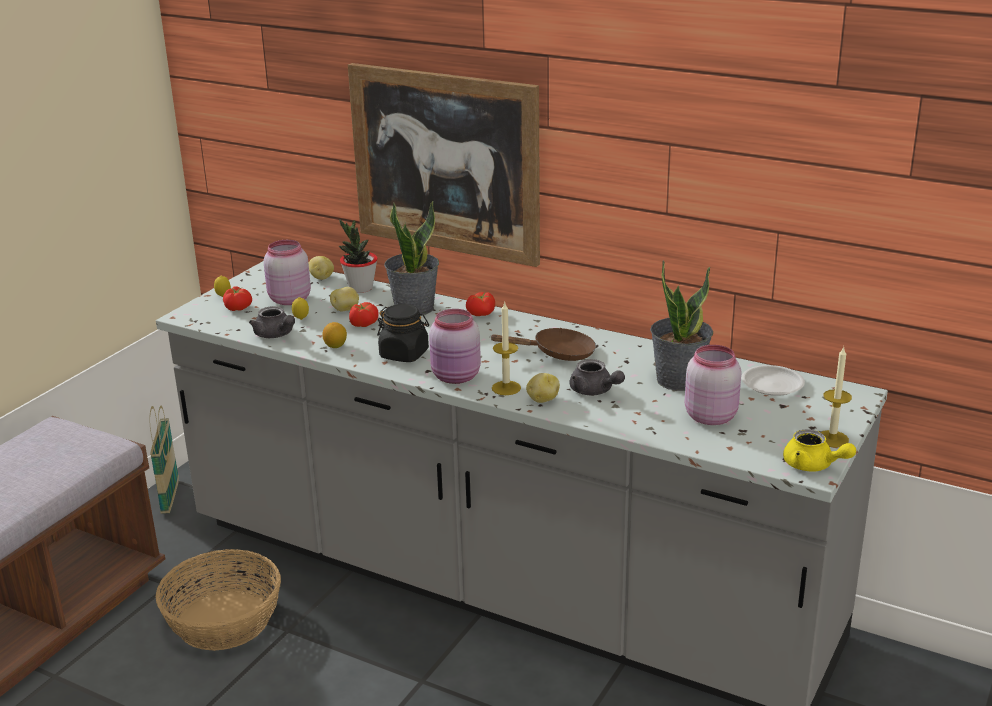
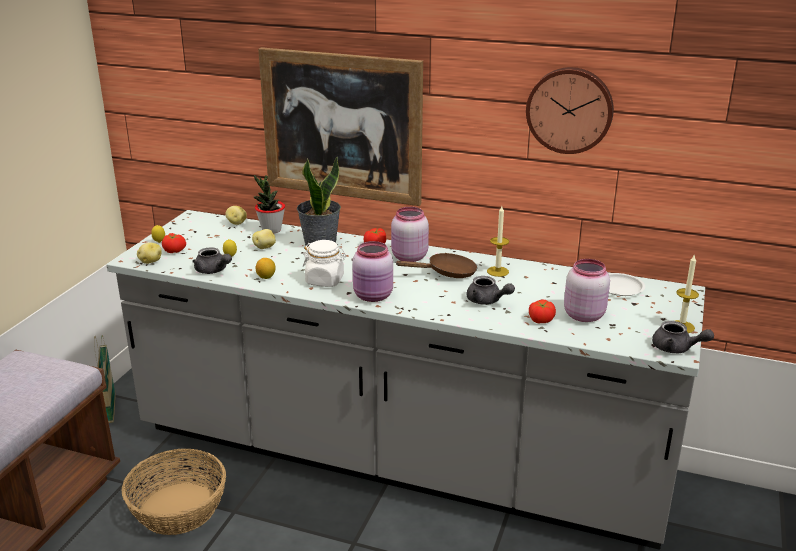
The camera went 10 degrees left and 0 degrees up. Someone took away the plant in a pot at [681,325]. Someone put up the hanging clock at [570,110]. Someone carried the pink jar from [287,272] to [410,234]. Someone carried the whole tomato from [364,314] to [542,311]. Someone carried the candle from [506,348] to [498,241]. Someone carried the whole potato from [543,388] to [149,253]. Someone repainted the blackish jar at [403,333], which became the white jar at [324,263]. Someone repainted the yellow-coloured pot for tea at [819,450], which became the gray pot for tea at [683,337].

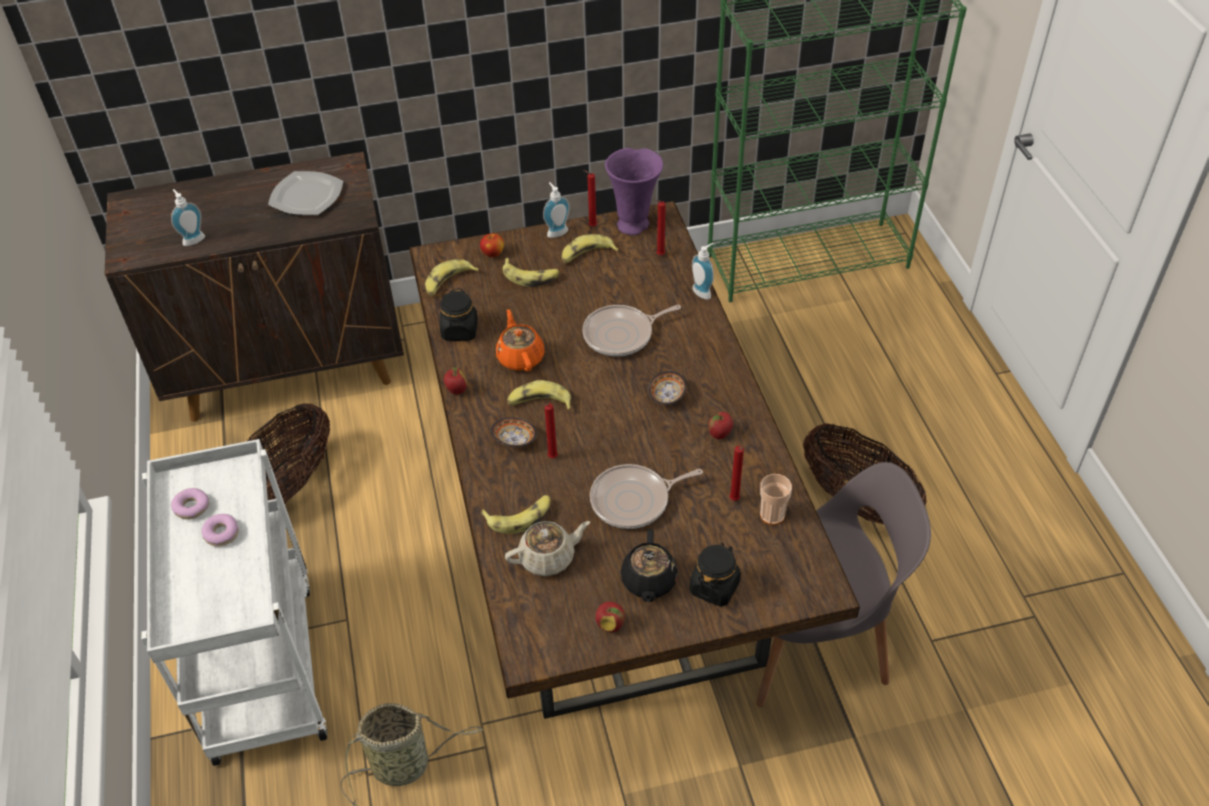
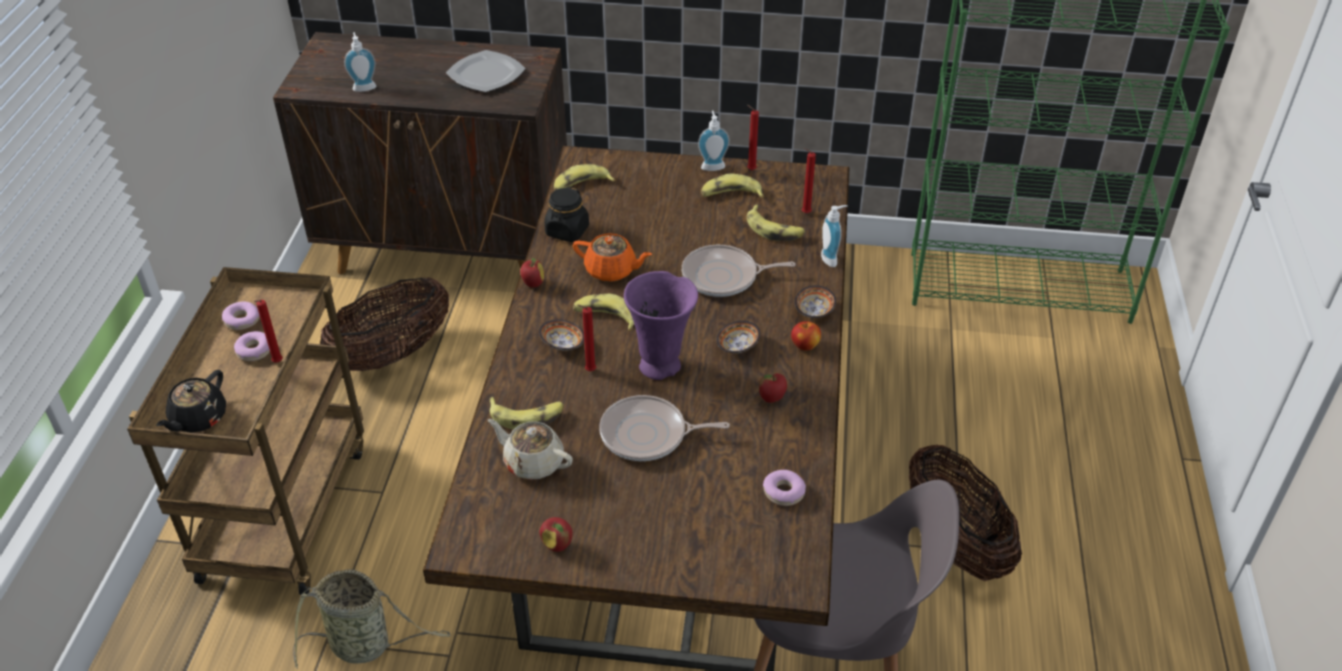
The camera went 20 degrees right and 5 degrees down. Someone took away the blackish jar at [715,575]. Someone put down the serving bowl at [815,301]. Someone carried the apple fruit from [492,245] to [806,336]. Someone carried the banana fruit from [531,272] to [776,223]. Someone carried the purple vase from [634,191] to [661,325]. Someone carried the blackish pot for tea from [649,565] to [191,401]. Someone carried the reddish candle from [736,473] to [268,331]. Someone swapped the cup at [776,499] for the ring doughnut at [784,488]. Someone repainted the white cart at [234,602], which became the brownish cart at [245,431]. Someone rotated the orange pot for tea at [520,340] by 105 degrees clockwise. Someone rotated the beige-coloured pot for tea at [547,548] by 150 degrees counterclockwise.

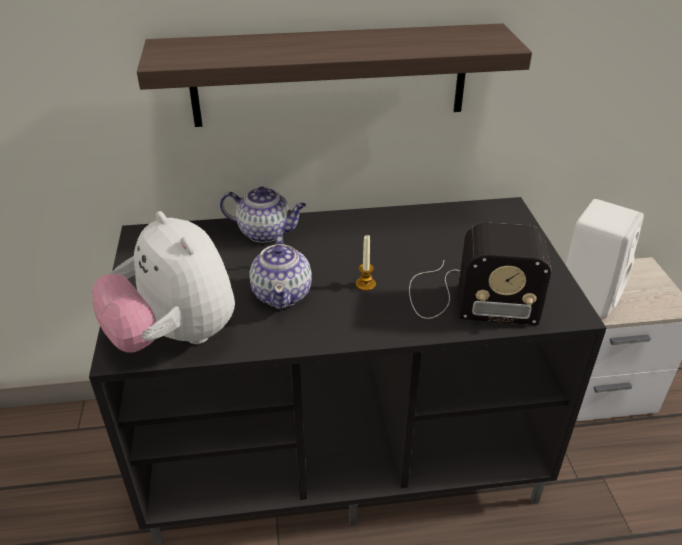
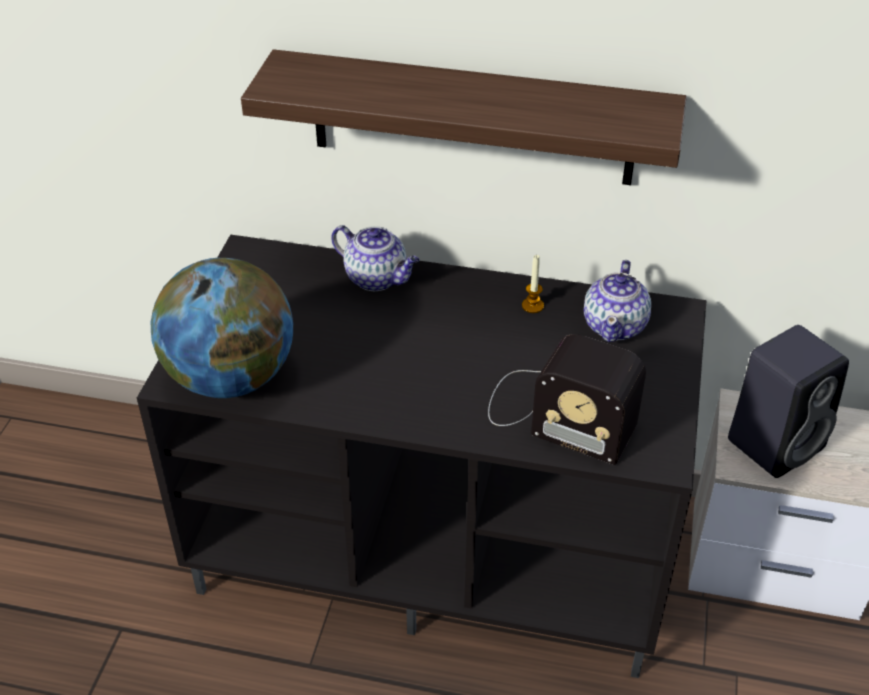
The camera went 20 degrees right and 5 degrees up. Someone carried the pot for tea from [280,271] to [617,301]. Someone carried the candle from [366,263] to [533,284]. Someone swapped the plush toy at [163,282] for the world globe at [222,328]. Someone repainted the white speaker at [605,258], which became the blackish speaker at [788,401].

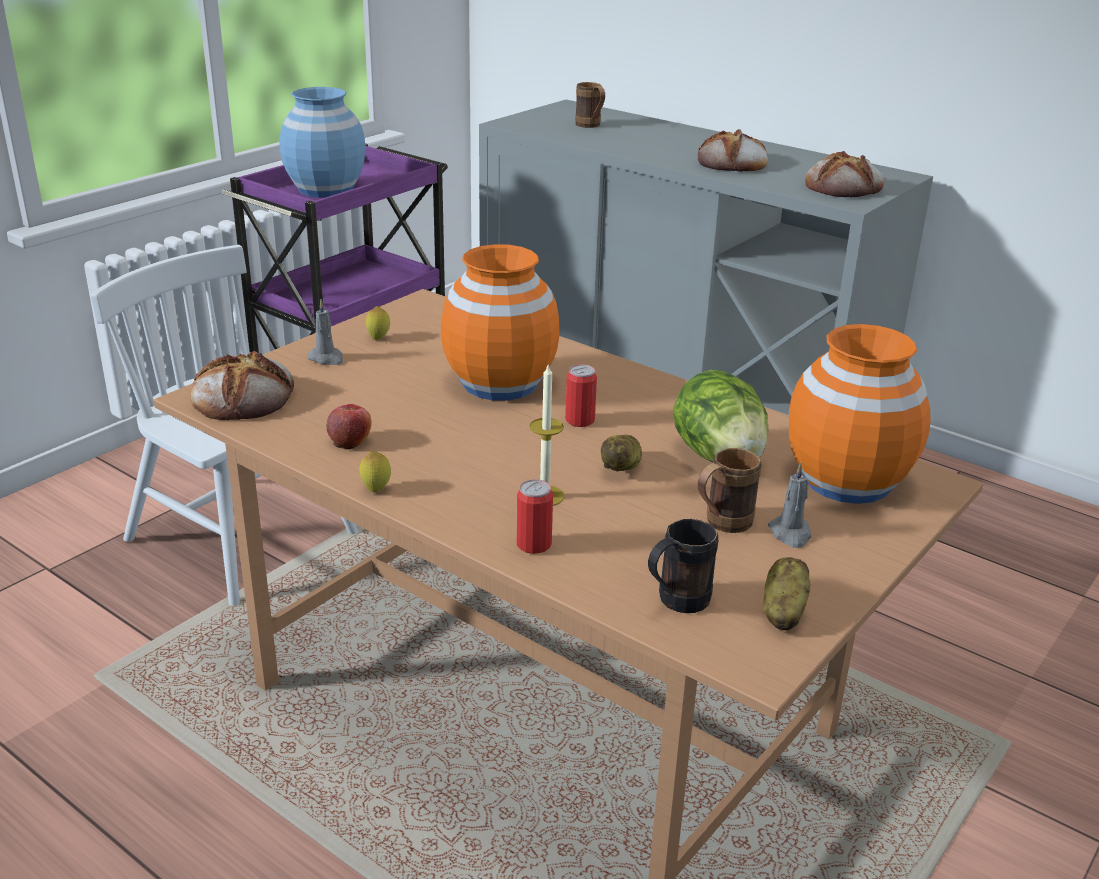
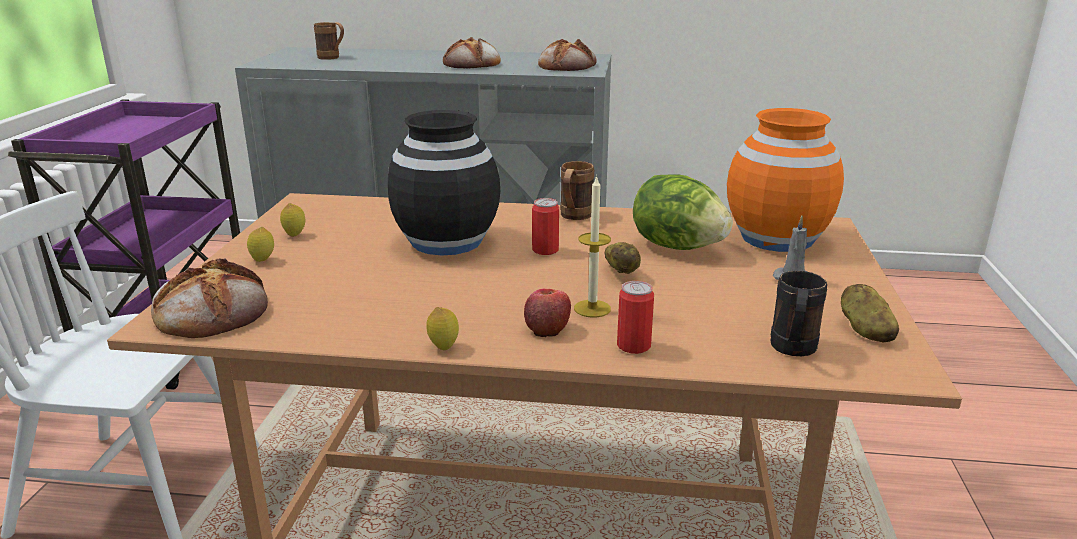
The camera went 30 degrees left and 5 degrees down. Someone took away the blue vase at [322,142]. Someone carried the apple fruit from [349,427] to [547,313]. Someone carried the brownish mug from [730,490] to [577,190]. Someone swapped the gray candle at [325,332] for the citrus fruit at [260,244]. Someone repainted the orange vase at [500,322], which became the blackish vase at [444,182].

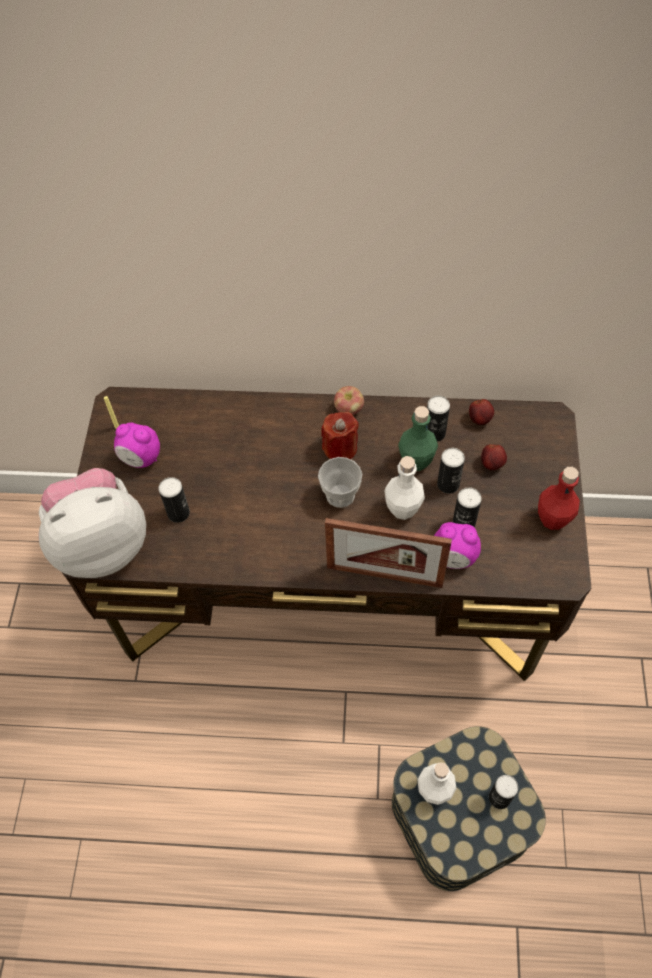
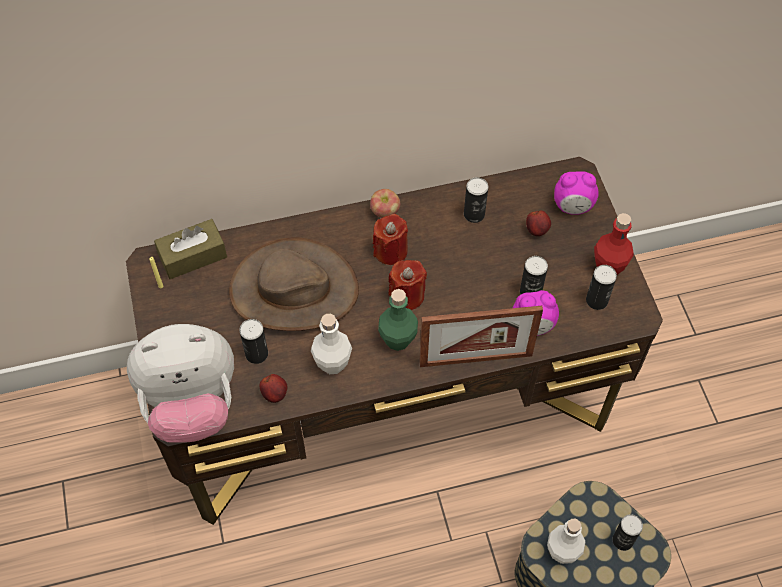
The camera went 20 degrees left and 0 degrees up. Someone put down the brownish tissue box at [190,249]. Someone put down the brownish clothing hat at [294,284]. Someone carried the bedside clock from [137,445] to [576,193]. Someone carried the white beverage bottle from [404,488] to [331,344]. Someone carried the green beverage bottle from [418,438] to [398,320]. Someone carried the sealed can from [451,471] to [601,287]. Someone carried the apple fruit from [481,412] to [274,388]. Someone swapped the cup at [340,482] for the reddish candle at [407,285]. Someone rotated the plush toy at [92,523] by 150 degrees counterclockwise.

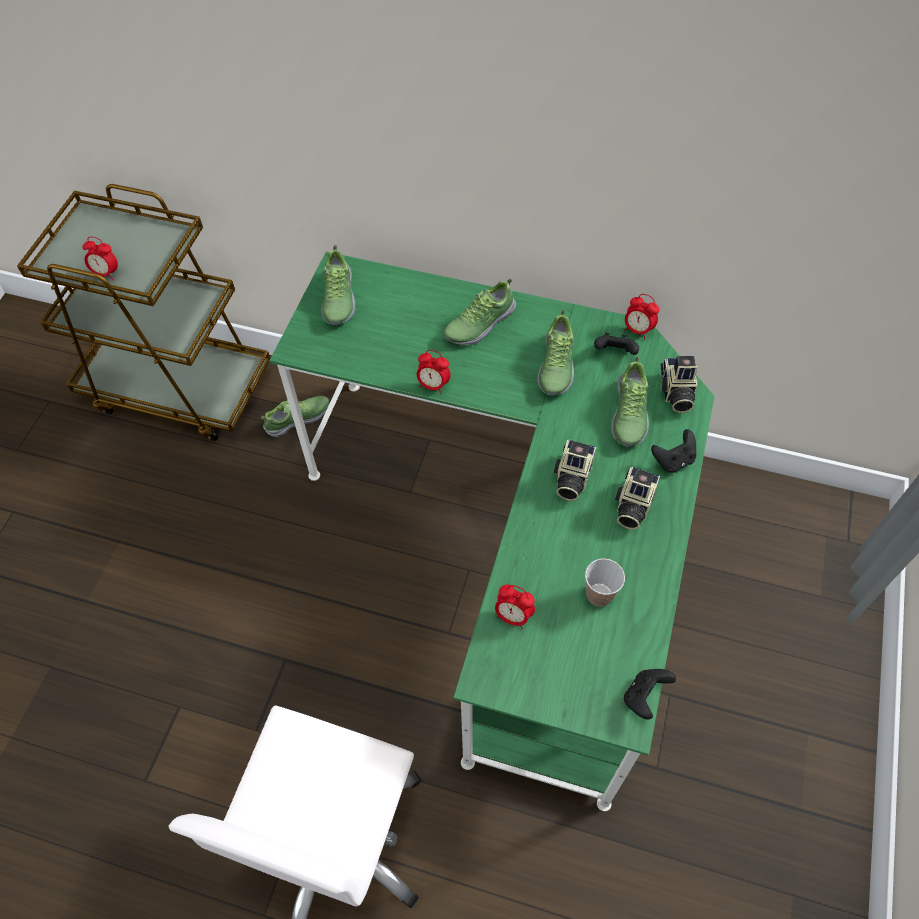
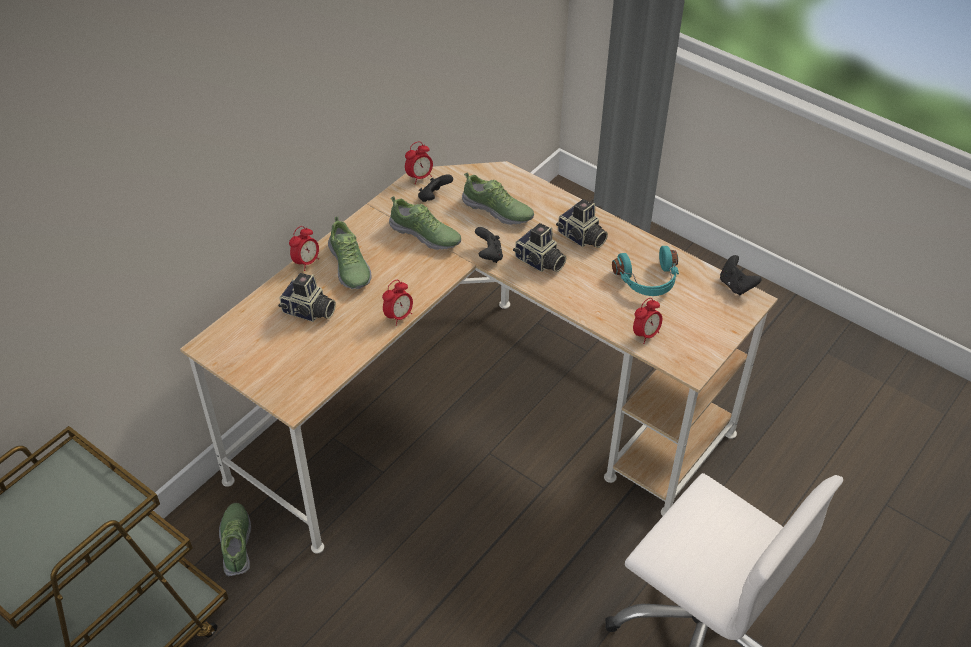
The camera went 70 degrees left and 10 degrees down. Someone took away the item of footwear at [338,285]. Someone carried the bedside clock from [100,258] to [304,248]. Someone carried the blackish joypad from [673,451] to [489,245]. Someone carried the still camera from [679,384] to [307,297]. Someone swapped the cup at [605,582] for the turquoise-coloured pair of headphones at [645,271]. Someone repainted the green desk at [492,531], which became the beige-coloured desk at [479,357].

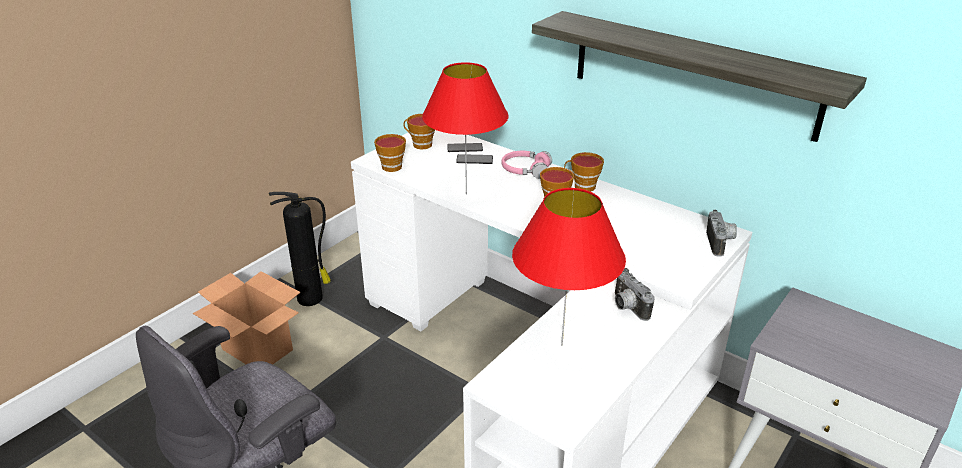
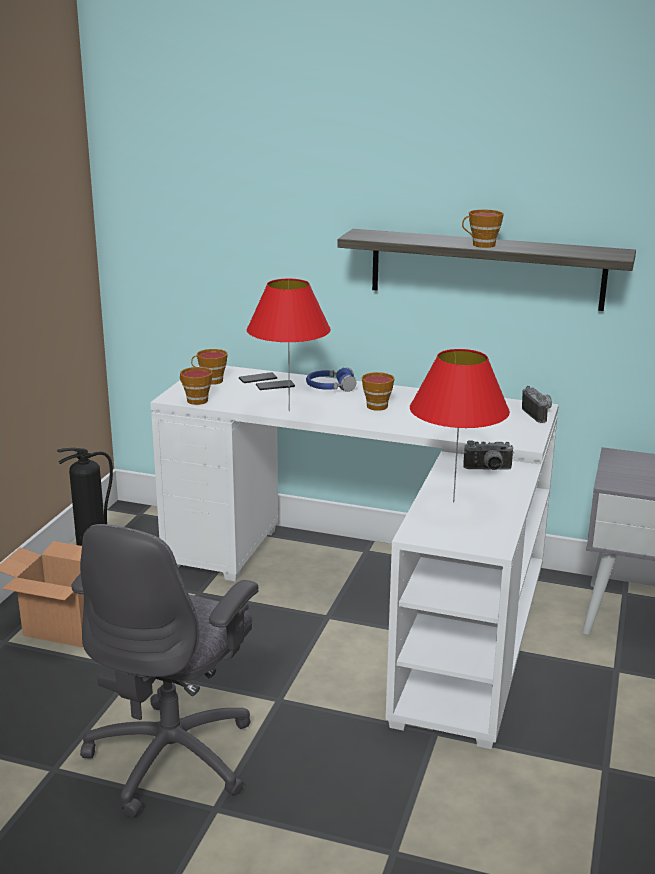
The camera went 20 degrees left and 10 degrees down. Someone carried the cup from [584,172] to [483,229]. Someone repainted the pink pair of headphones at [526,165], which became the blue pair of headphones at [331,379]. Someone rotated the still camera at [635,294] by 45 degrees counterclockwise.

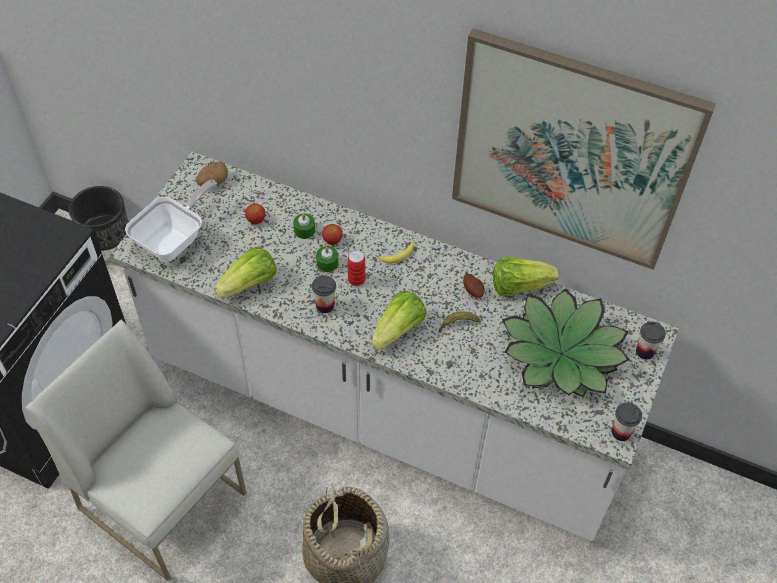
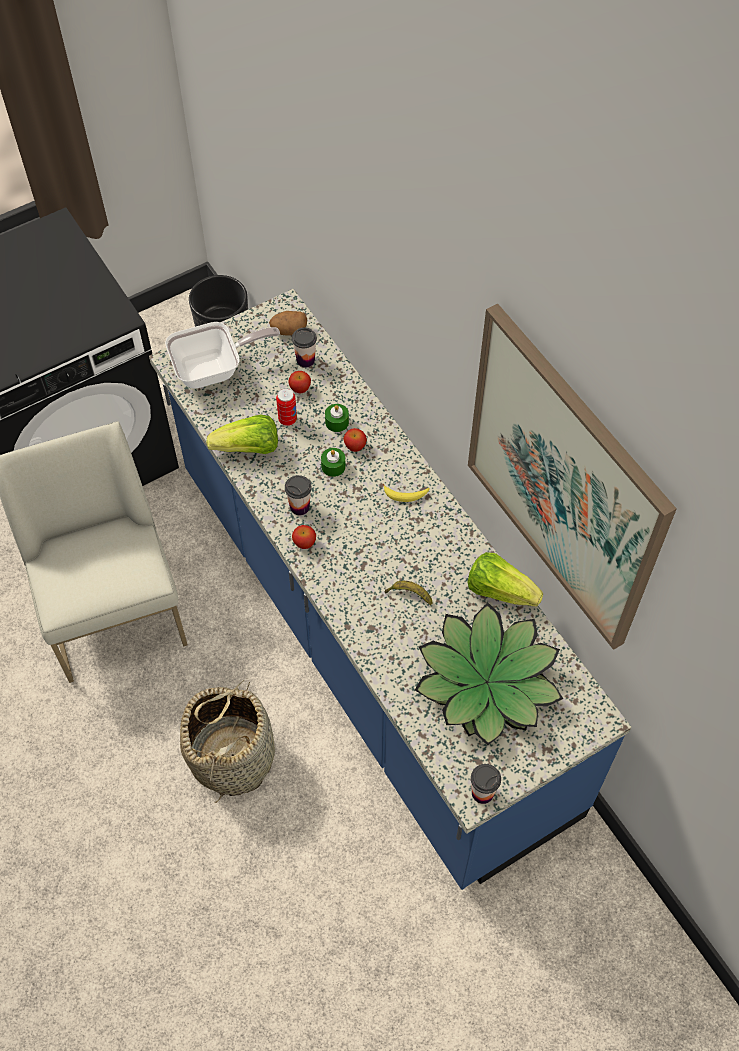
The camera went 35 degrees right and 5 degrees up. Someone took away the head of lettuce at [399,320]. Someone took away the whole potato at [474,286]. Someone put down the apple fruit at [304,537]. Someone carried the sealed can from [356,268] to [286,407]. Someone carried the cup from [651,341] to [304,348]. Someone repainted the white kitchen counter at [394,346], which became the blue kitchen counter at [390,589].

